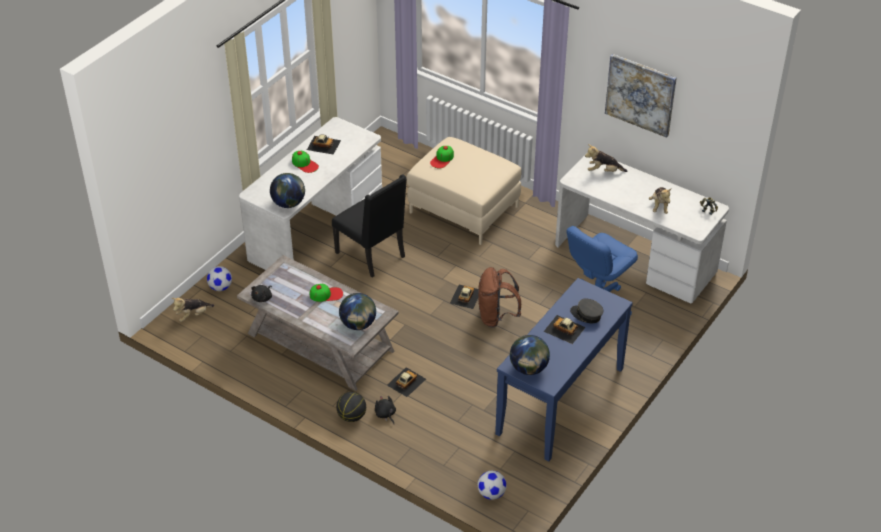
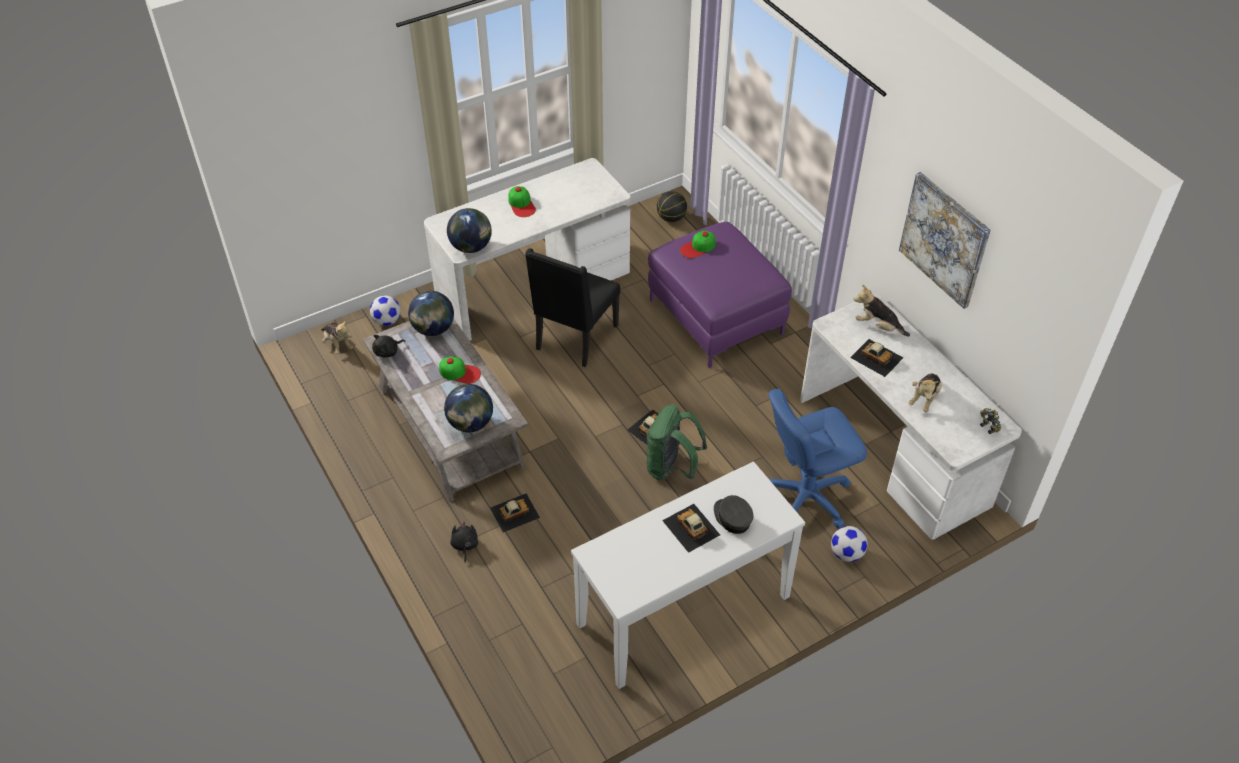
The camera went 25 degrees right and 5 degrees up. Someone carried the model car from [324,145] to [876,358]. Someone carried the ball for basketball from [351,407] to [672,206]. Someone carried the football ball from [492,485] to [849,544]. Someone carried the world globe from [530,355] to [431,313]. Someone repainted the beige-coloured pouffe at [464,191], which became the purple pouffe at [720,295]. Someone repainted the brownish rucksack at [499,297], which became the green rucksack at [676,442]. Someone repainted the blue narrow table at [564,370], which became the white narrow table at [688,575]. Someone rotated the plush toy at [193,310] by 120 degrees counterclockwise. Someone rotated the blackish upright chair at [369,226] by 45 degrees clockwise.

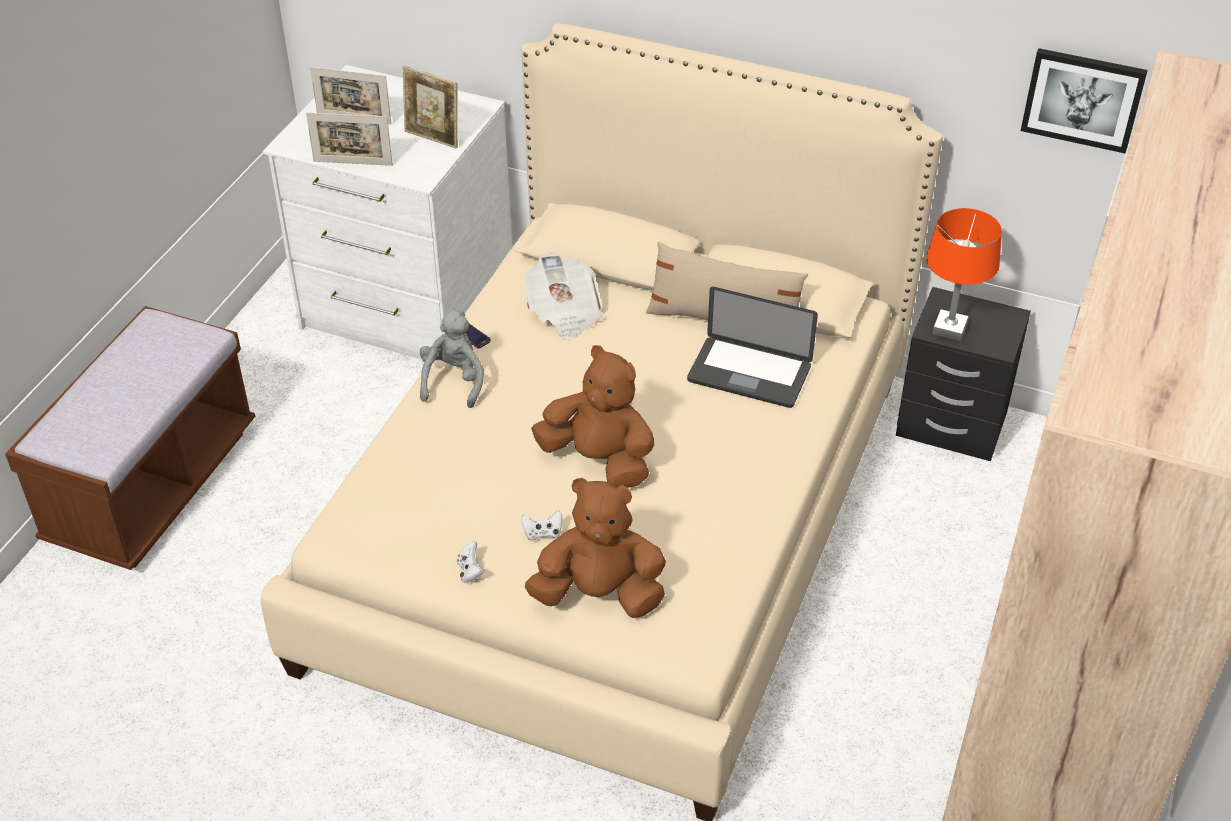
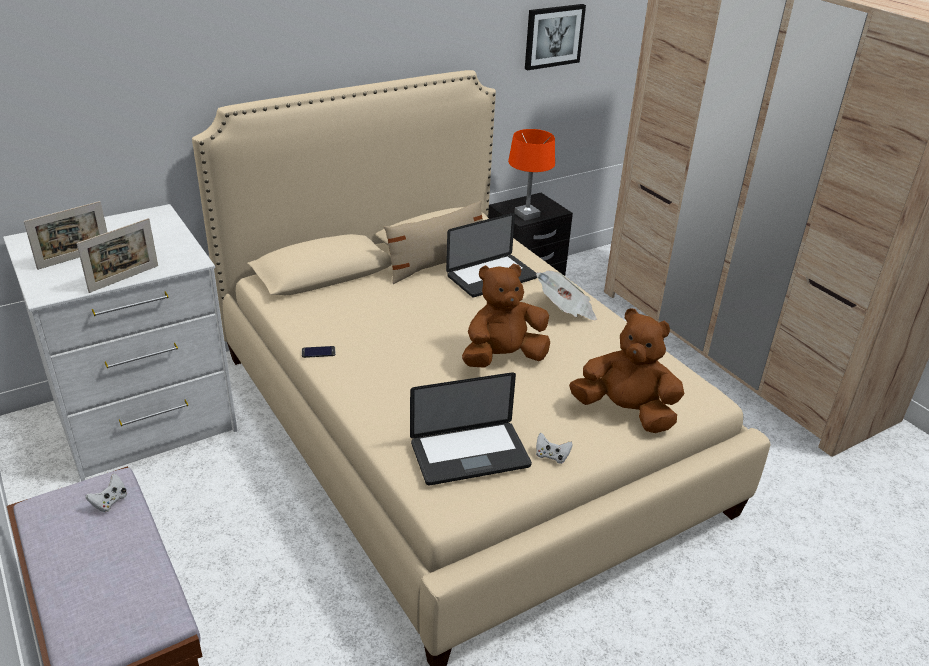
The camera went 55 degrees left and 10 degrees down. Someone took away the picture frame at [430,107]. Someone took away the gray plush toy at [452,359]. Someone put down the notebook computer at [471,428]. Someone carried the white joypad from [541,525] to [106,493]. Someone carried the newspaper from [564,297] to [566,295]. Someone rotated the brownish plush toy at [595,548] by 75 degrees clockwise.

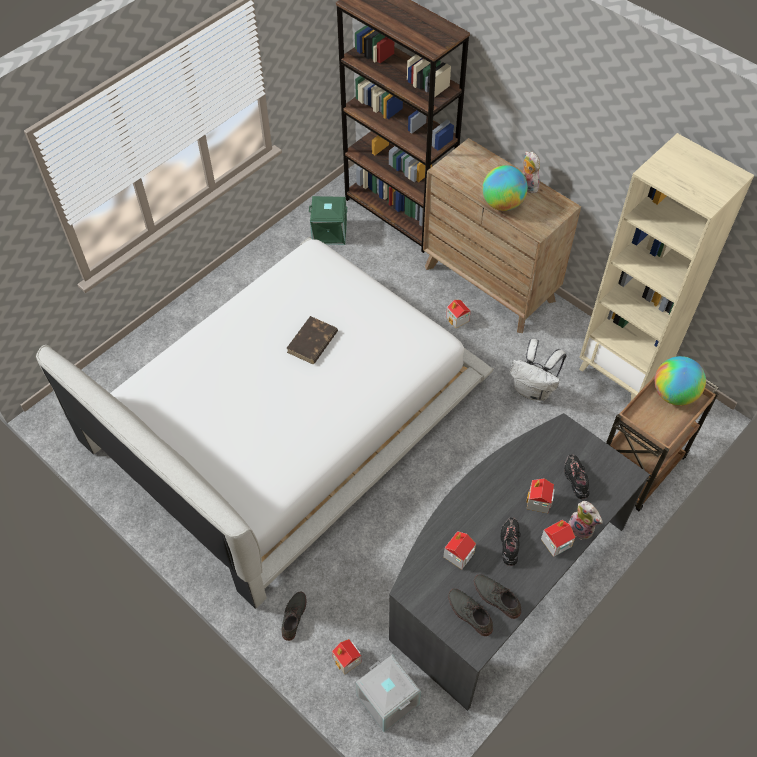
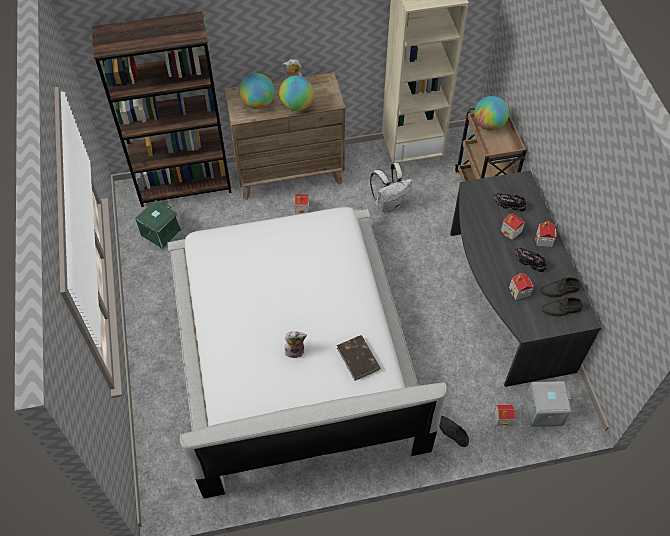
The camera went 55 degrees left and 0 degrees up. Someone put down the world globe at [257,91]. Someone carried the brownish bound book from [312,340] to [358,358]. Someone carried the plush toy from [585,520] to [295,344].

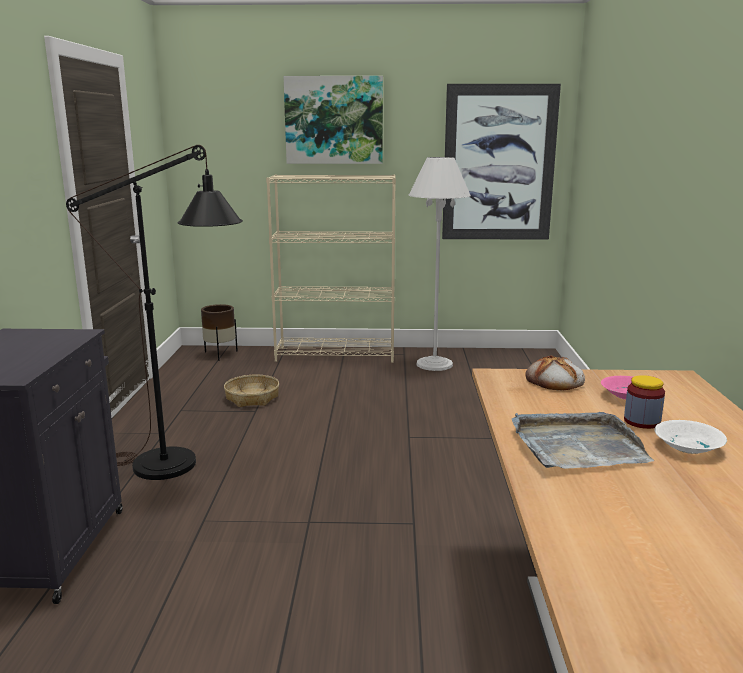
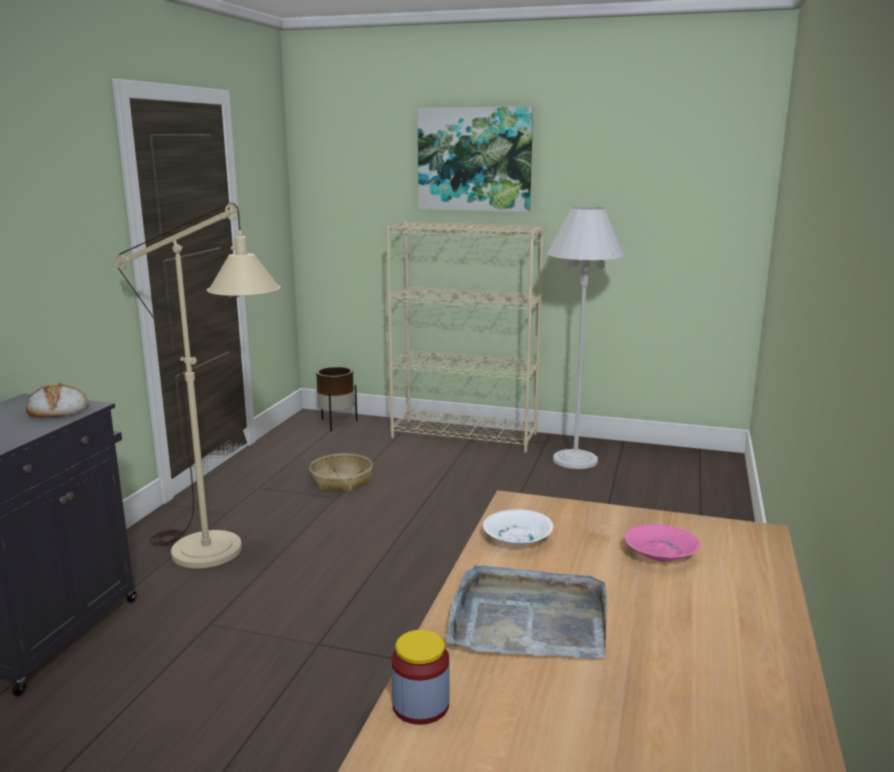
The camera went 15 degrees right and 0 degrees up. Someone took away the picture at [501,162]. Someone carried the baked bread from [555,372] to [57,400]. Someone carried the jar from [644,402] to [420,677]. Someone carried the white serving bowl from [690,437] to [518,528]. Someone repainted the blackish floor lamp at [154,312], which became the beige-coloured floor lamp at [198,385].

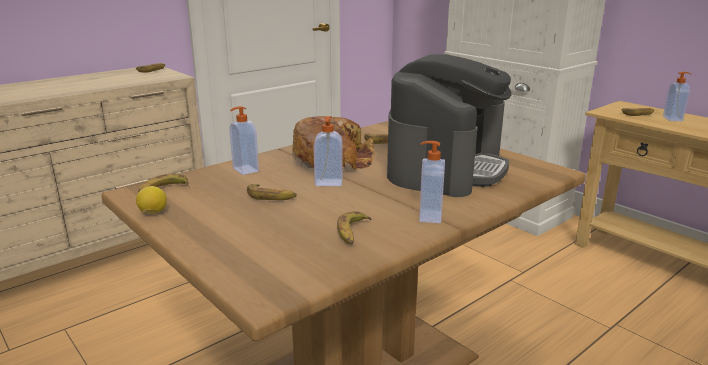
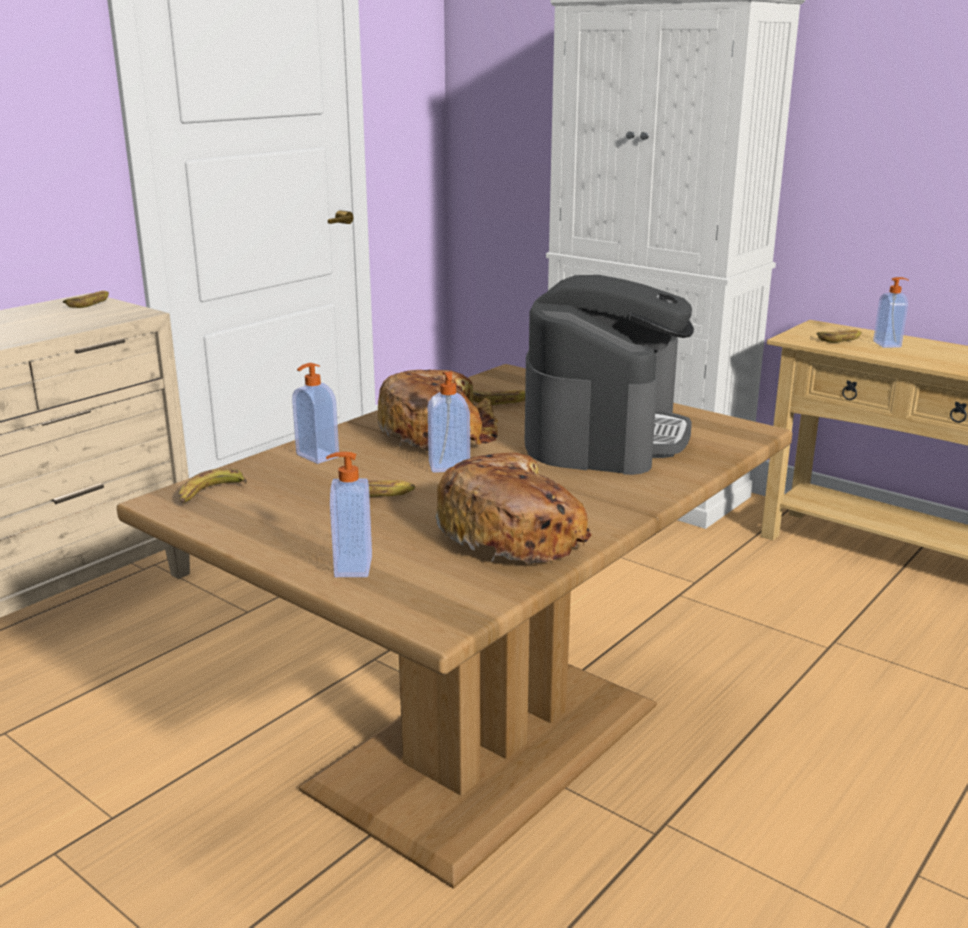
The camera went 10 degrees left and 0 degrees up. Someone took away the citrus fruit at [151,200]. Someone carried the soap bottle from [432,182] to [349,514]. Someone swapped the banana fruit at [354,228] for the baked bread at [514,508].

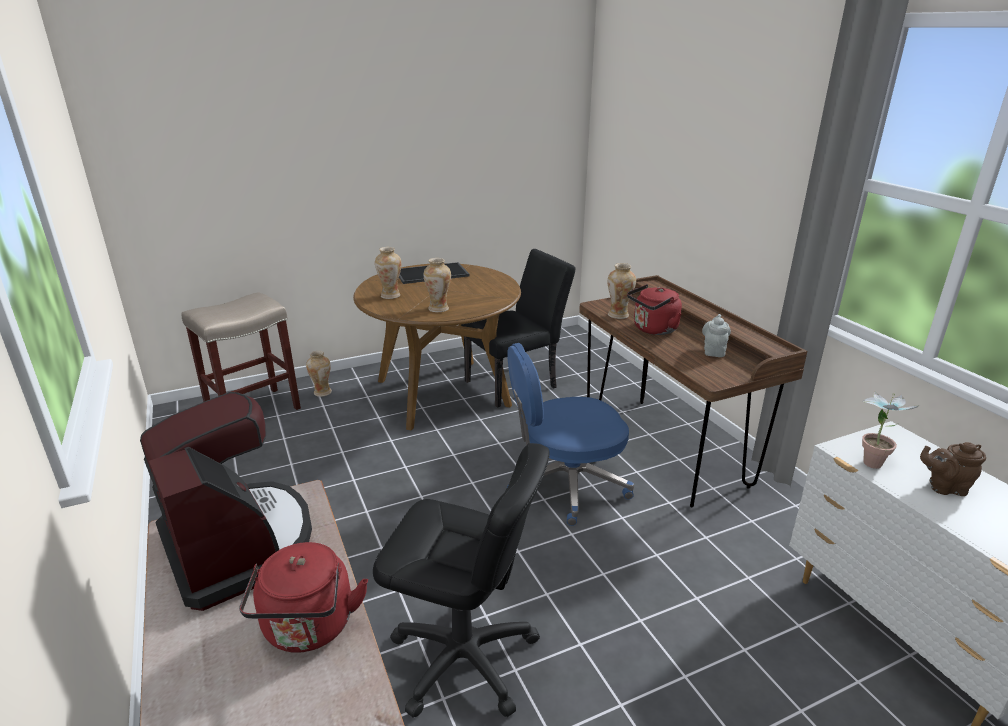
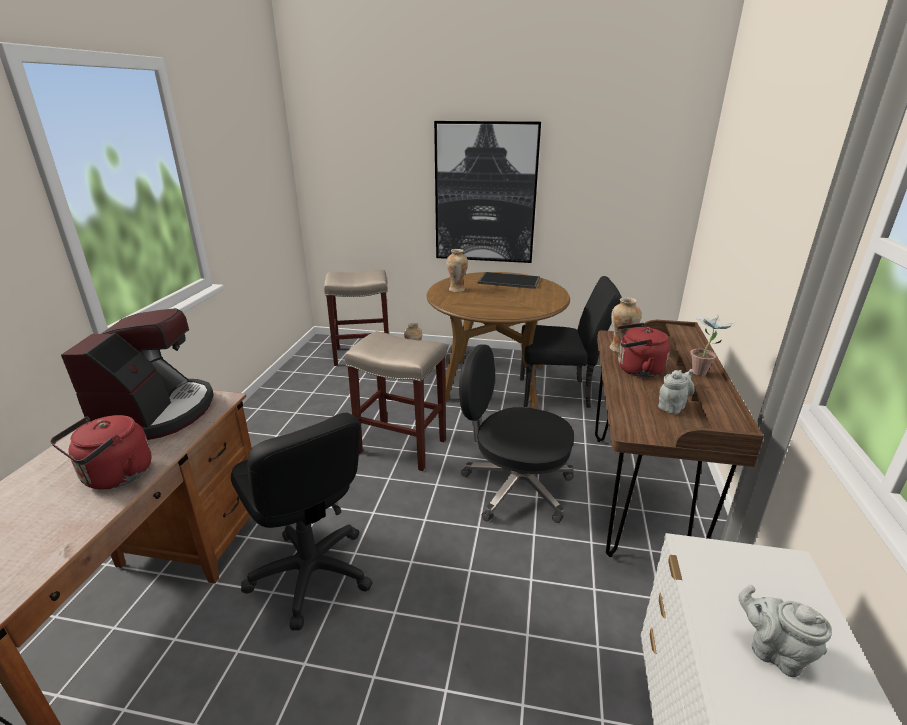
The camera went 35 degrees right and 0 degrees up. Someone took away the vase at [437,285]. Someone put down the beige-coloured sitting stool at [396,401]. Someone put up the picture at [487,192]. Someone carried the plant in a pot from [891,430] to [712,345]. Someone repainted the blue computer chair at [570,434], which became the blackish computer chair at [516,433]. Someone repainted the brownish pot for tea at [953,469], which became the gray pot for tea at [785,631].

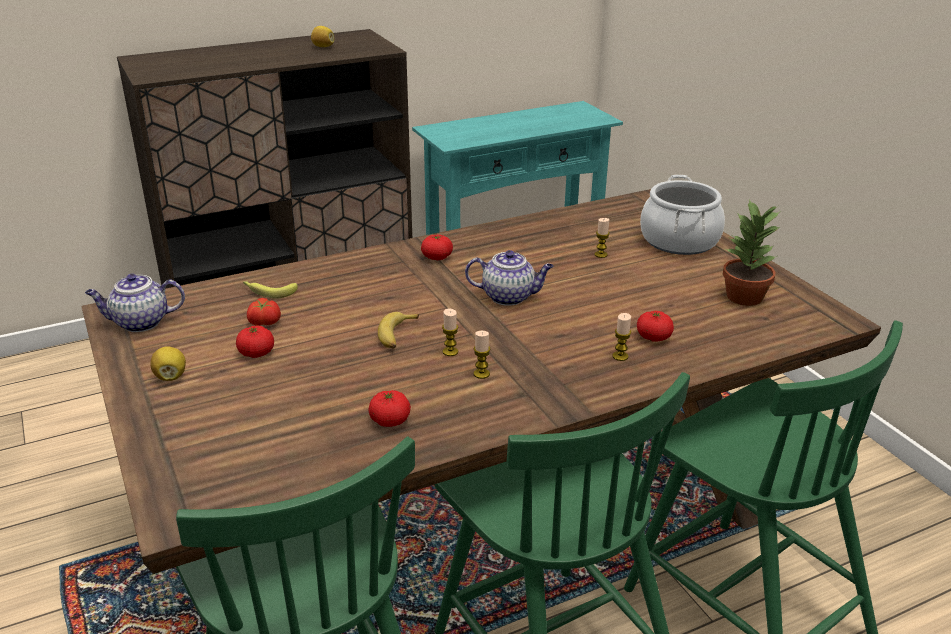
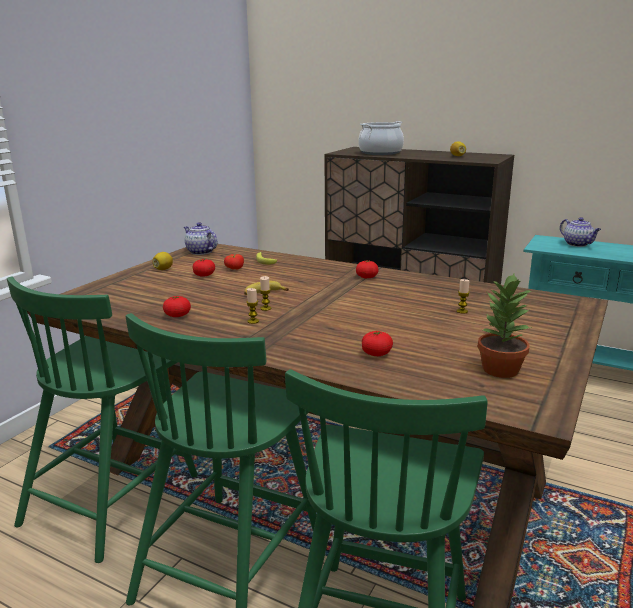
The camera went 55 degrees right and 10 degrees down. Someone took away the candle at [621,337]. Someone carried the pot for tea from [509,278] to [580,232]. Someone carried the stockpot from [682,215] to [381,138].

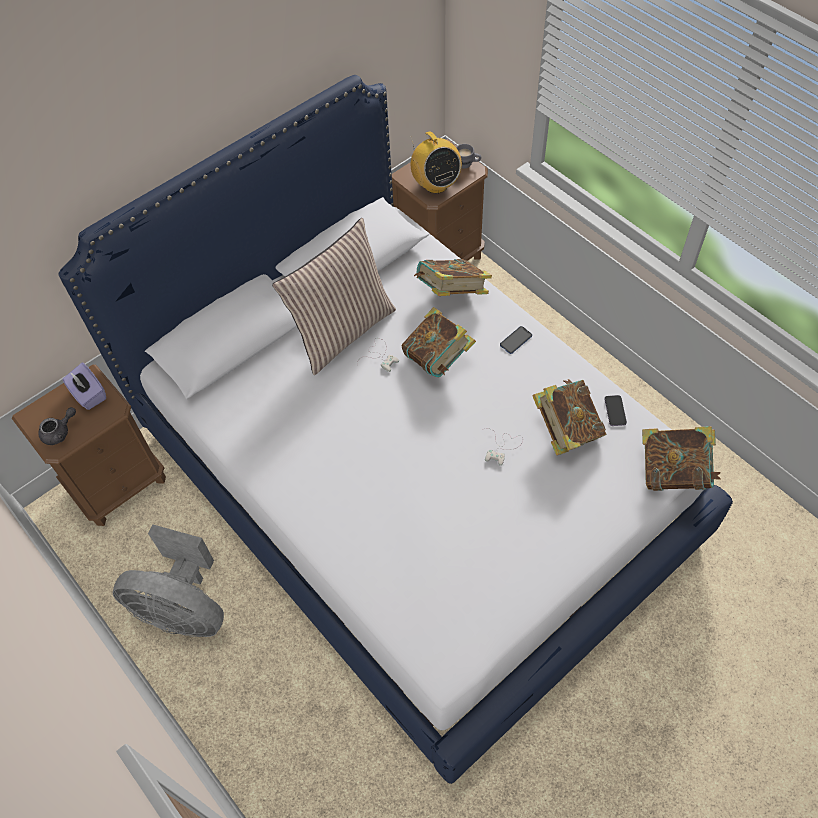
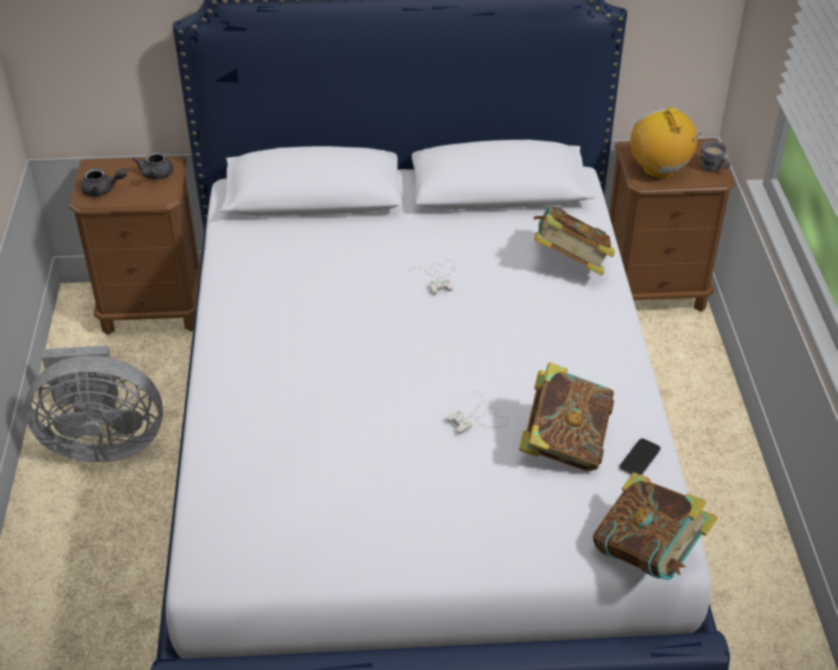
The camera went 35 degrees right and 15 degrees down. Someone took away the cushion at [334,296]. Someone took away the bound book at [439,342]. Someone took away the telephone at [516,340]. Someone swapped the purple tissue box at [84,386] for the gray pot for tea at [153,166]. Someone rotated the gray cooling fan at [168,580] by 60 degrees counterclockwise. Someone rotated the radio receiver at [436,162] by 150 degrees clockwise.

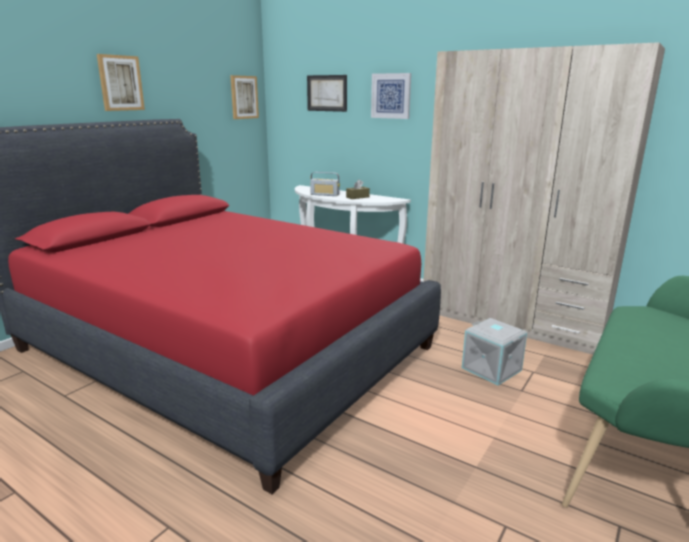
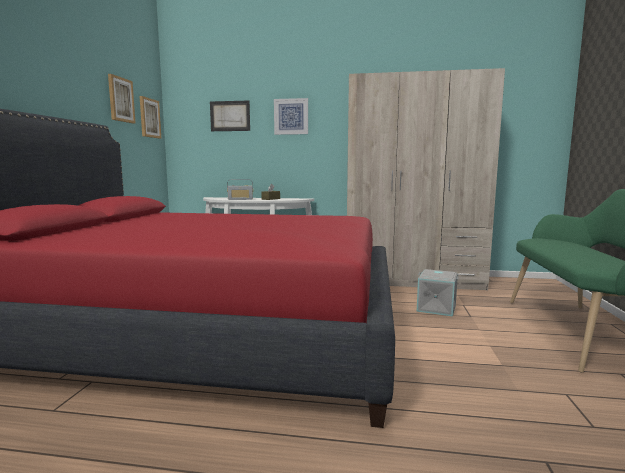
The camera went 25 degrees left and 10 degrees down. Someone carried the picture from [121,82] to [121,98].

